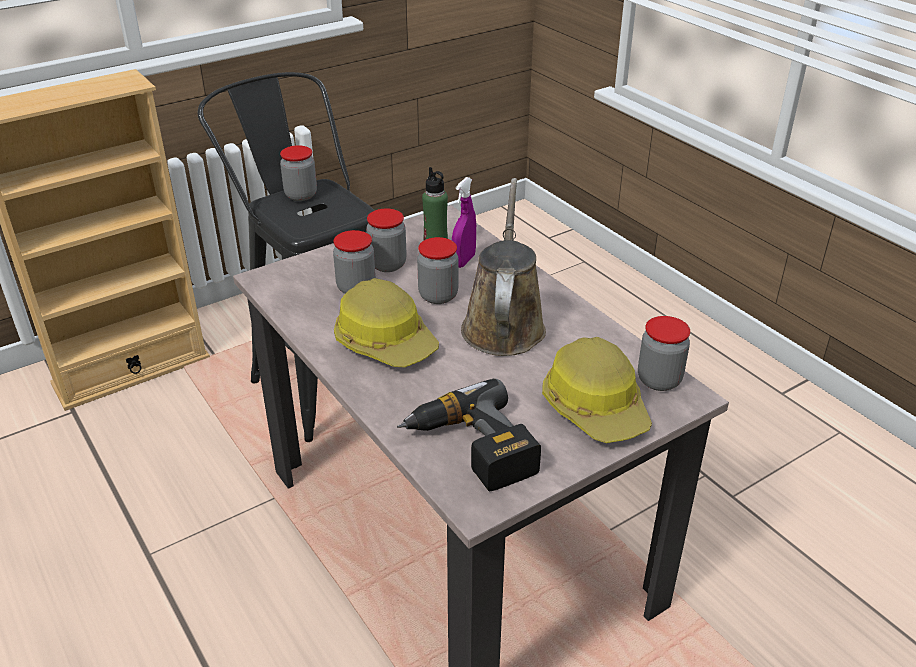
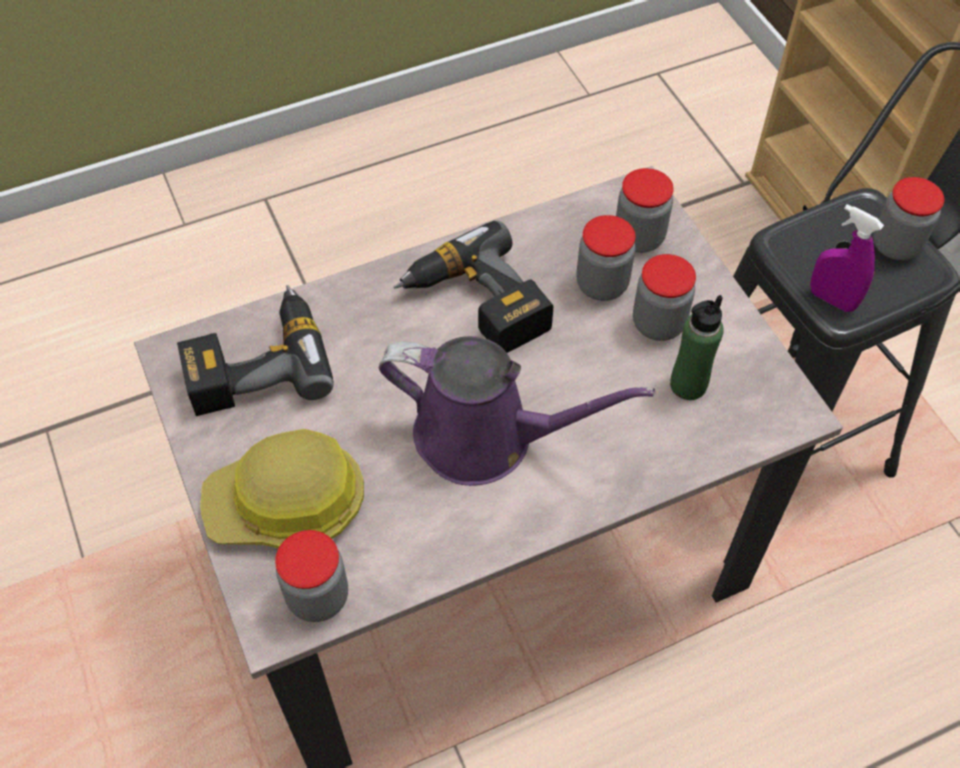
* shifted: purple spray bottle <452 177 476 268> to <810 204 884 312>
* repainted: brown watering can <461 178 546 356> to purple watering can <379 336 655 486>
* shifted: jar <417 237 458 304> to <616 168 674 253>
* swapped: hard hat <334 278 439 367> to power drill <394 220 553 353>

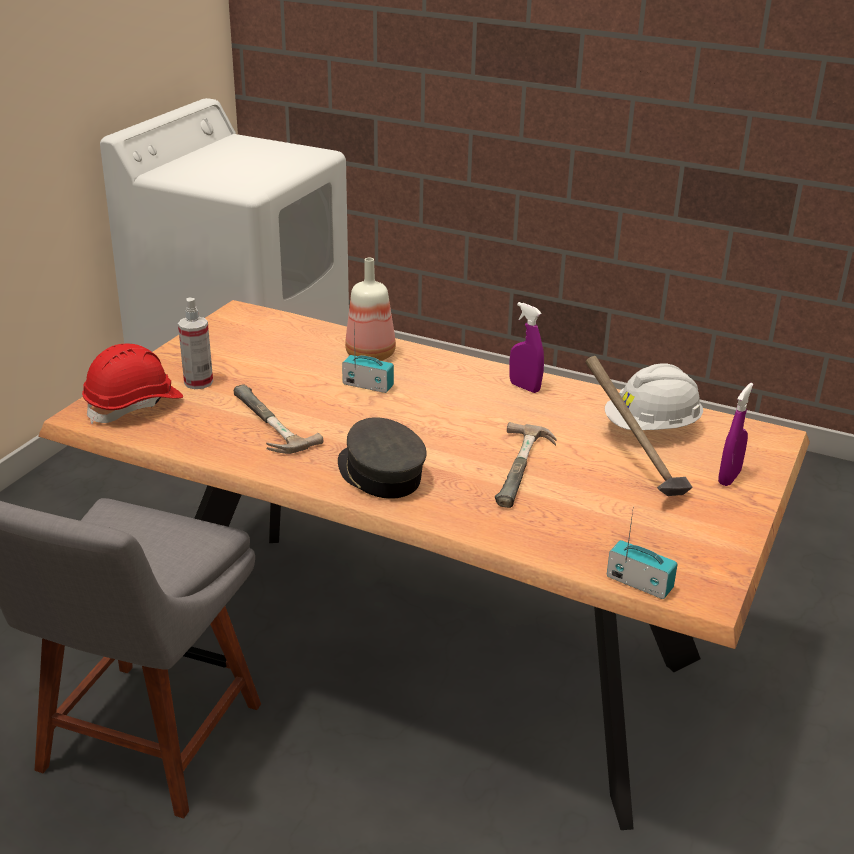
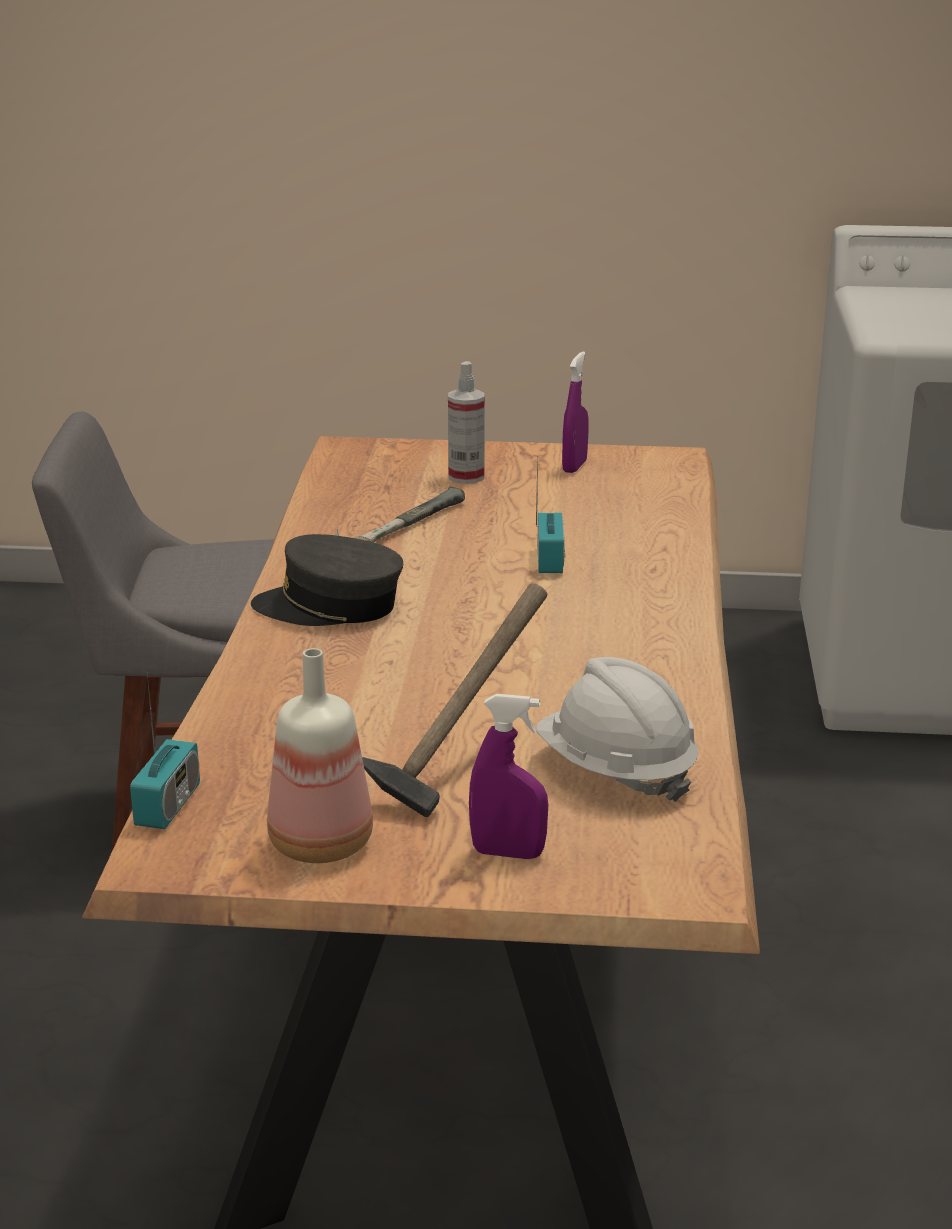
* shifted: bottle <345 258 396 361> to <267 648 373 863>
* shifted: purple spray bottle <509 302 544 393> to <562 352 589 473>
* gone: red hard hat <82 344 183 424>
* rotated: grey cap <338 417 427 499> = <251 534 403 626> 120 degrees counterclockwise
* gone: hammer <495 422 557 508>

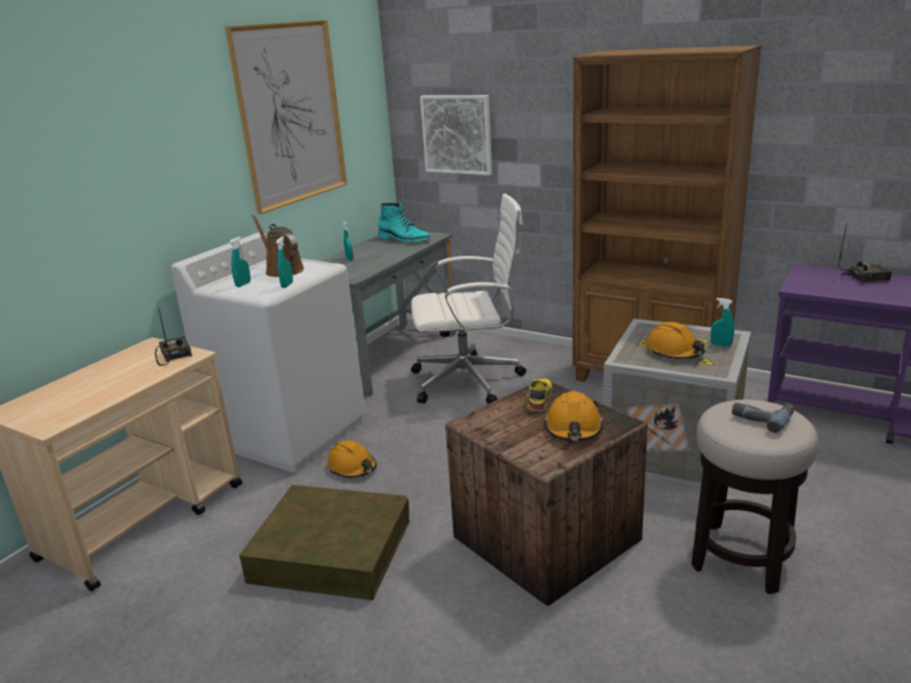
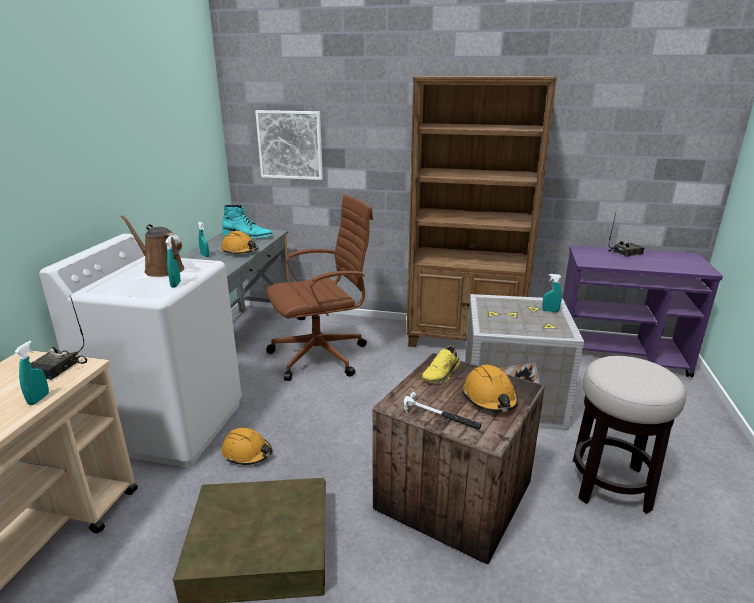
* gone: picture <225 20 347 214>
* repainted: white office chair <411 193 526 404> to brown office chair <266 194 373 381>
* shifted: turquoise spray bottle <229 236 251 287> to <15 341 49 405>
* rotated: radio <155 307 192 366> = <30 295 87 380> 120 degrees counterclockwise
* shifted: orange hard hat <645 322 705 359> to <221 231 258 254>
* rotated: yellow shoe <527 378 552 411> = <422 346 460 383> 135 degrees counterclockwise
* gone: power drill <732 403 794 433>
* new: hammer <404 392 481 430>

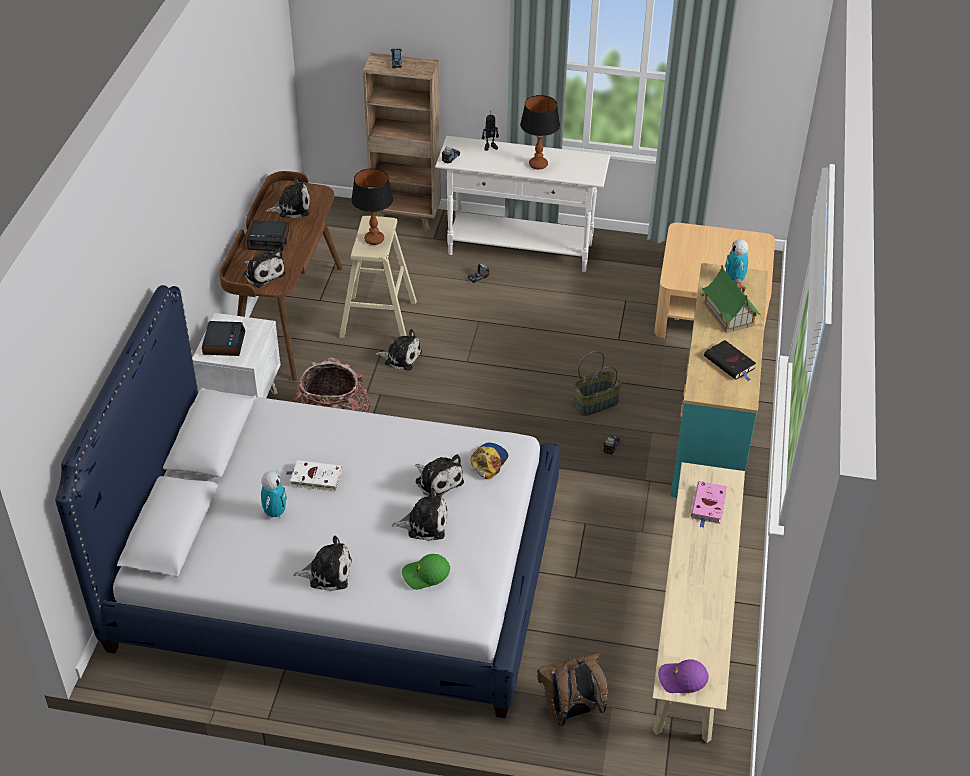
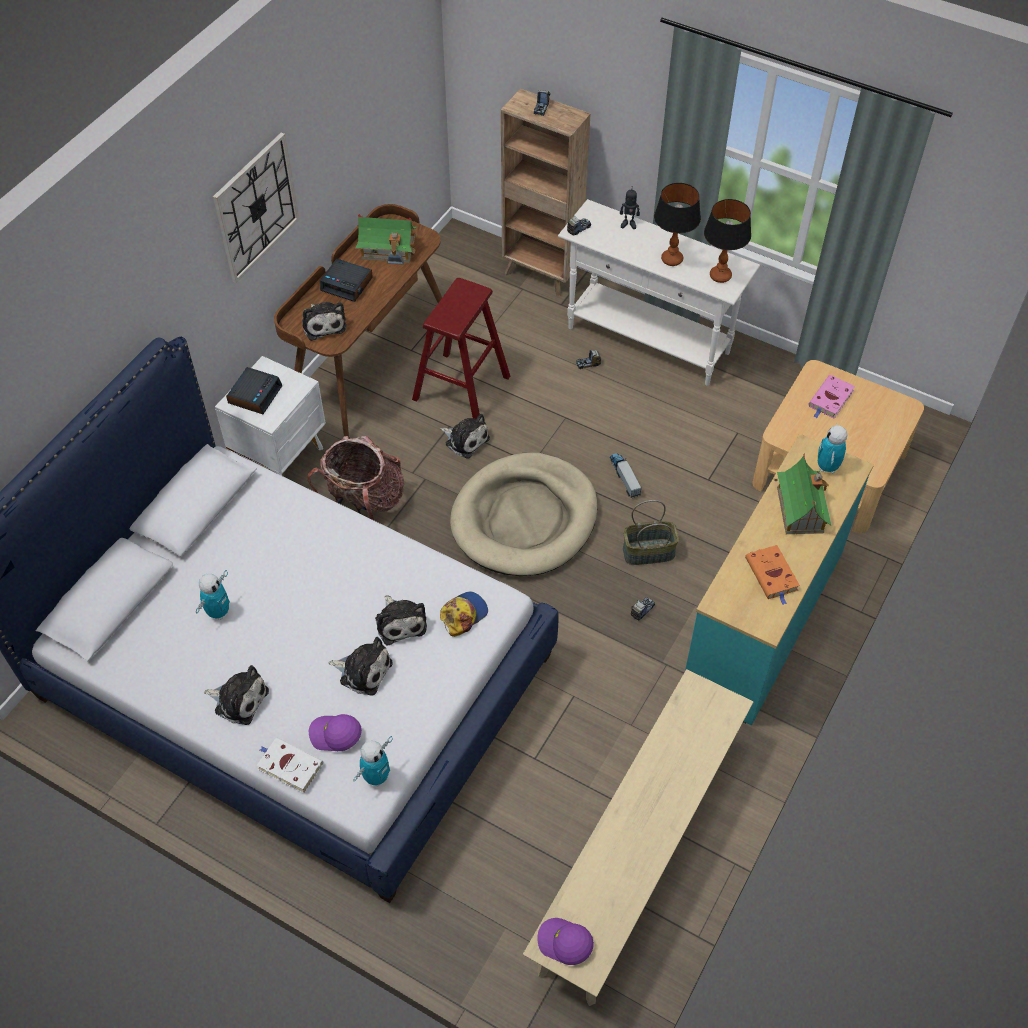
* shifted: table lamp <351 168 393 245> to <704 199 751 283>
* swapped: plush toy <266 177 310 218> to toy house <355 214 417 265>
* repainted: beige stool <339 216 417 338> to red stool <412 278 510 419>
* repainted: black book <704 340 756 381> to orange book <745 545 800 605>
* shifted: white book <286 460 342 492> to <257 738 323 793>
* shifted: pink book <691 481 727 528> to <808 375 855 419>
* repainted: green cap <402 554 450 590> to purple cap <309 714 362 751>
* gone: brown backpack <537 653 608 726>
* new: wall clock <213 133 299 283>
* new: beige dog bed <450 453 598 576>
* new: toy truck <610 453 641 498>
* new: toy robot <353 736 393 787>

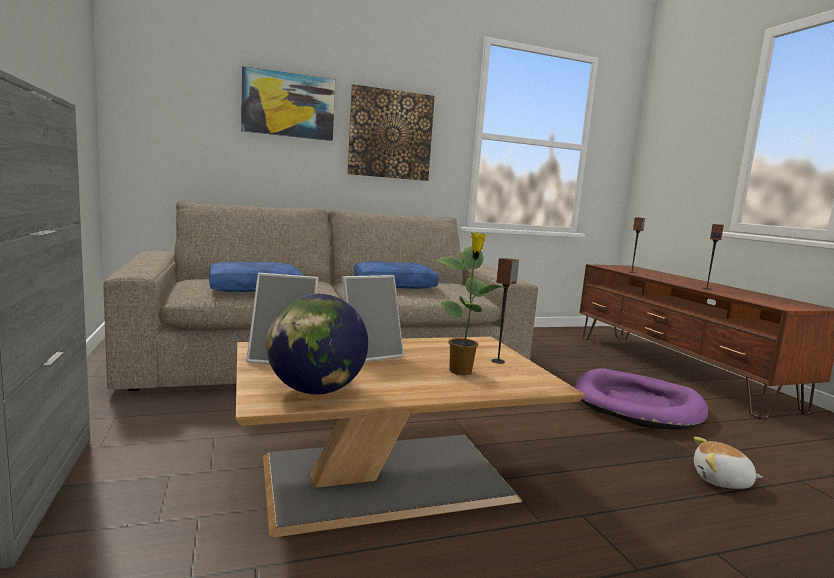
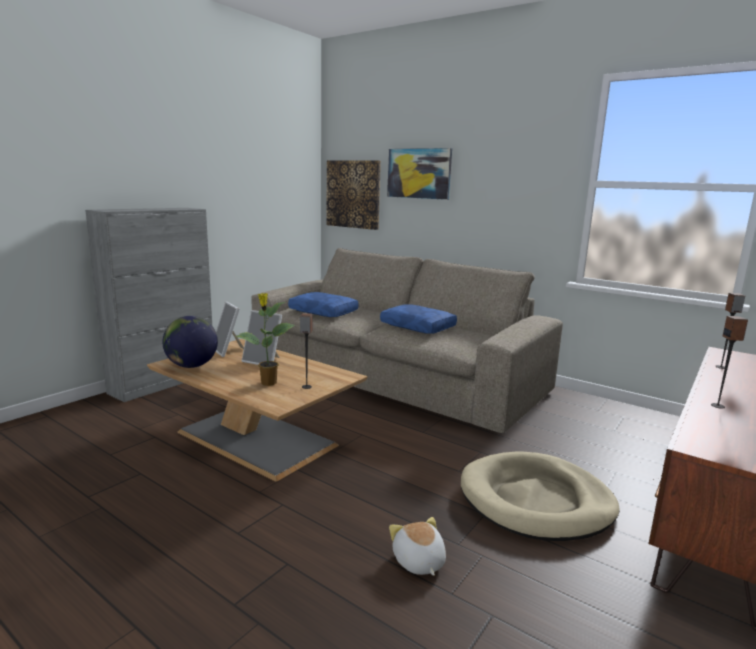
* shifted: picture <347 84 435 181> to <326 160 381 230>
* repainted: purple dog bed <575 368 708 430> to beige dog bed <461 451 620 541>

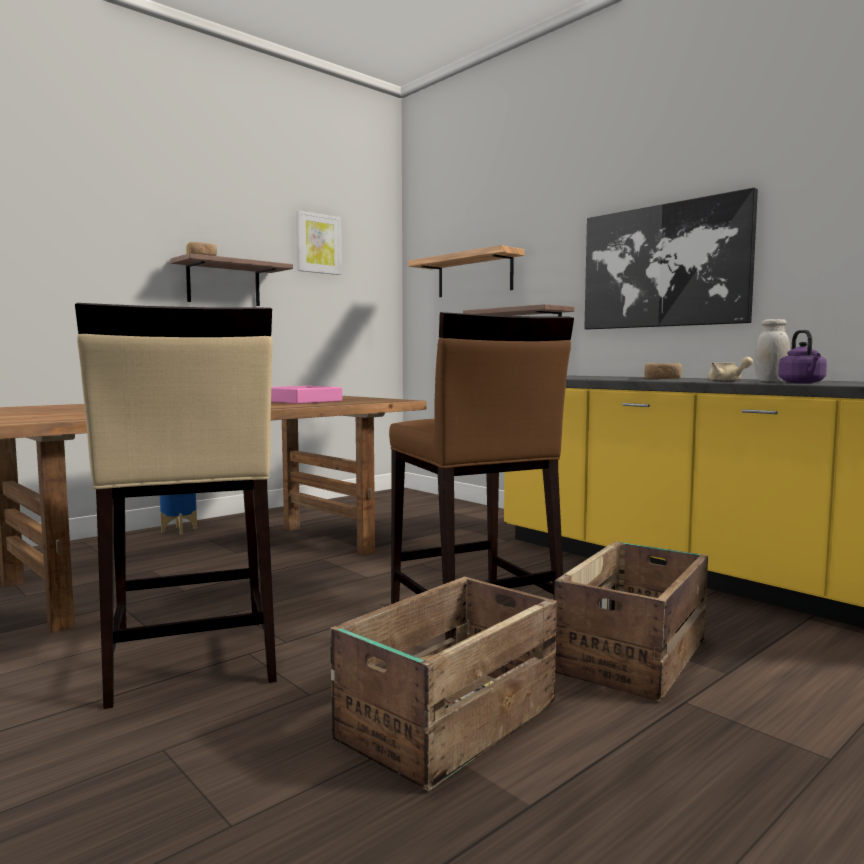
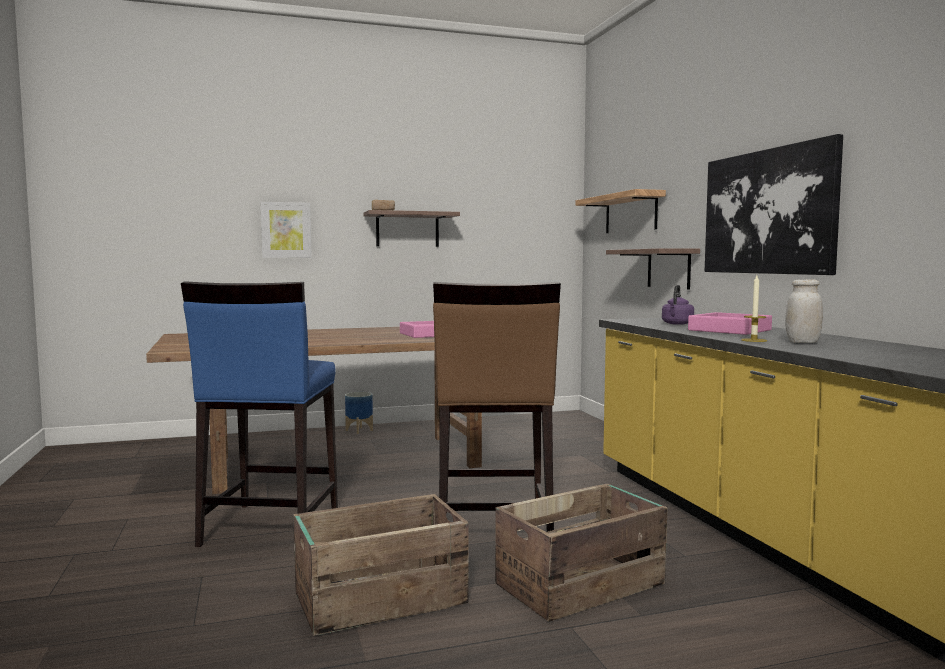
* shifted: picture <296 210 342 275> to <261 202 312 258>
* repainted: beige stool <75 303 277 709> to blue stool <181 281 338 547>
* shifted: purple kettle <778 330 827 383> to <662 285 694 325>
* swapped: beige teapot <708 357 753 382> to candle <741 275 767 342>
* swapped: bread <645 363 682 379> to pink tray <688 312 772 335>

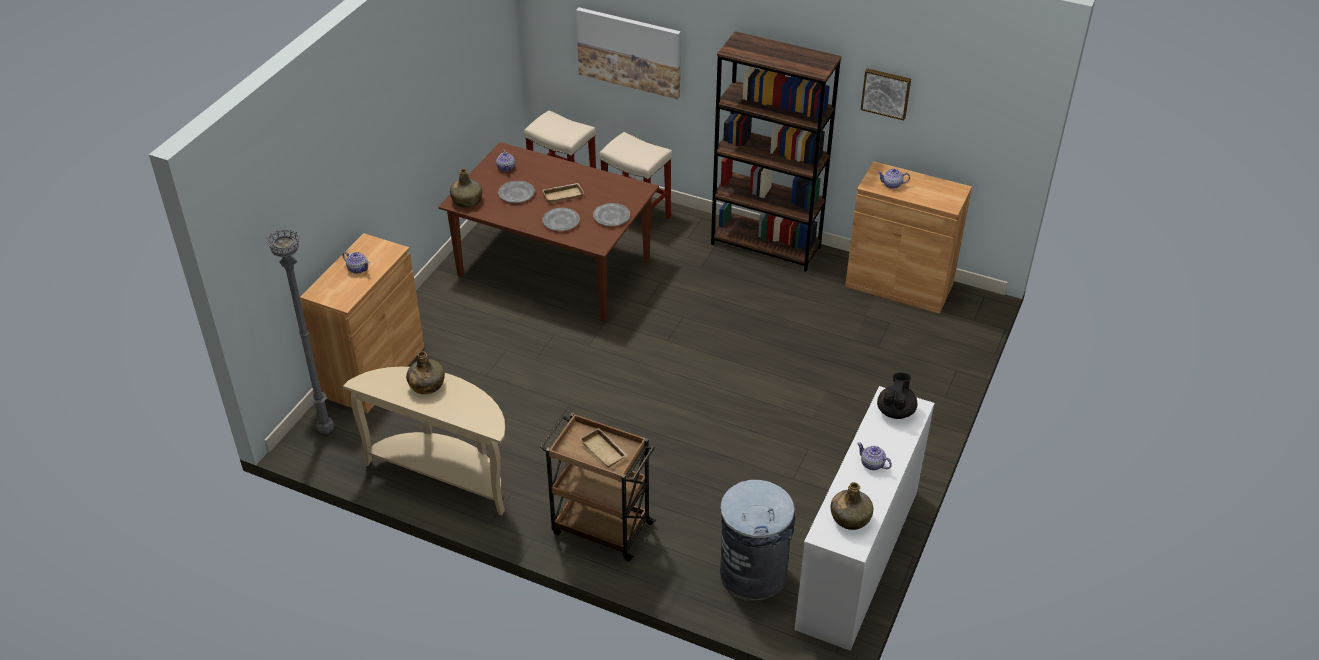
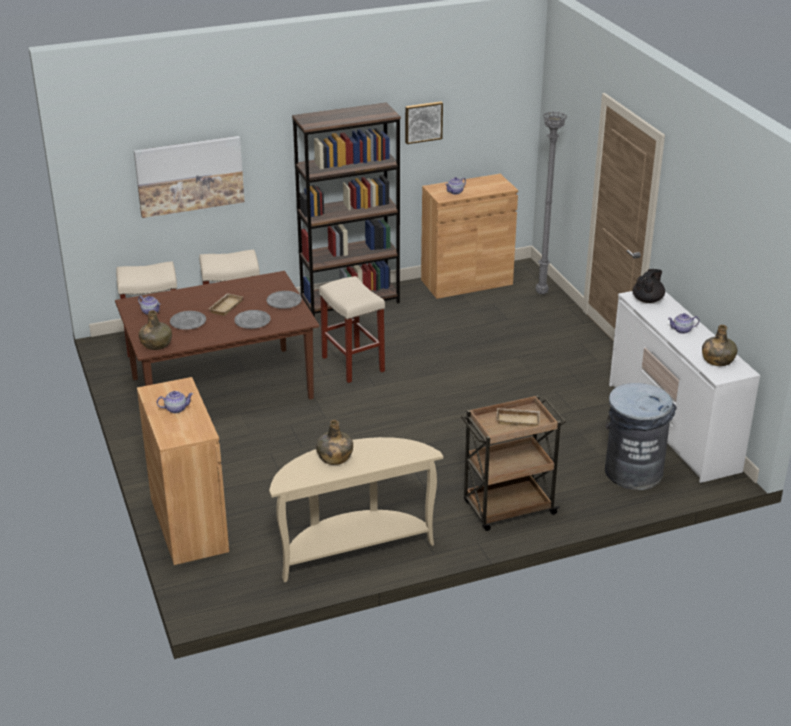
* shifted: grey floor lamp <267 229 334 434> to <536 112 567 294>
* rotated: black teapot <877 372 917 419> = <632 269 665 303> 60 degrees clockwise
* new: beige stool <319 276 385 383>

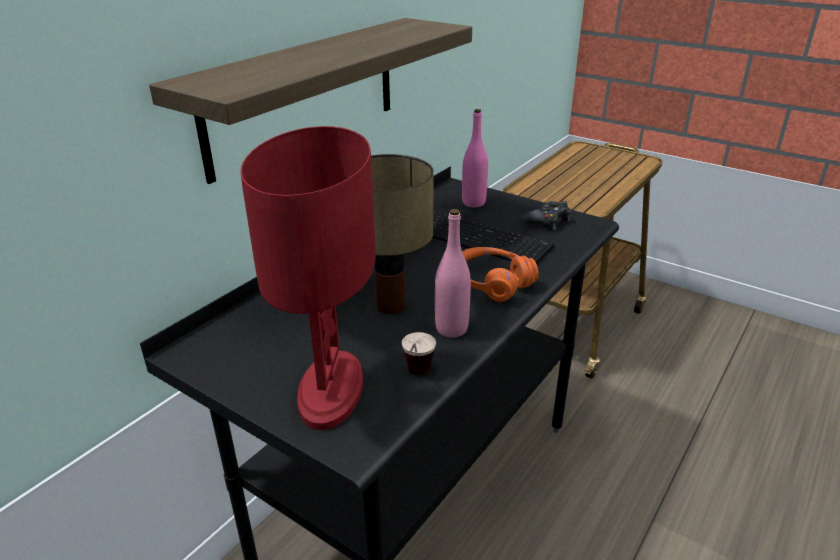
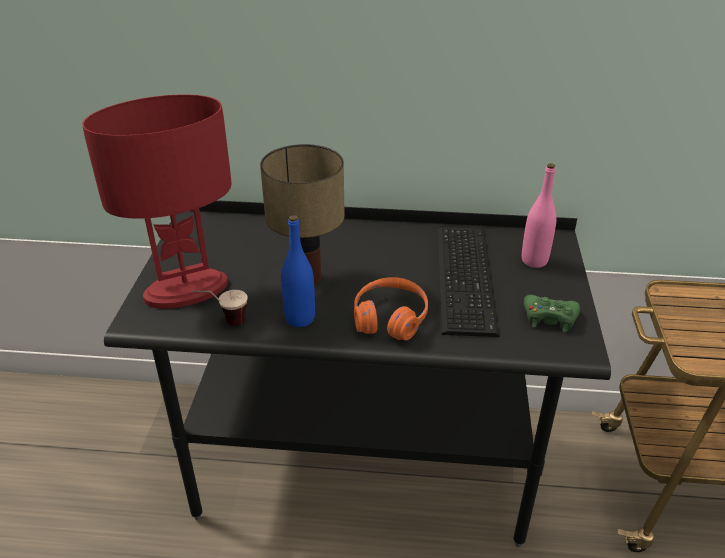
* gone: shelf <149 18 472 184>
* repainted: black game controller <522 201 571 230> to green game controller <524 295 580 332>
* repainted: pink bottle <435 209 471 338> to blue bottle <281 215 315 327>

